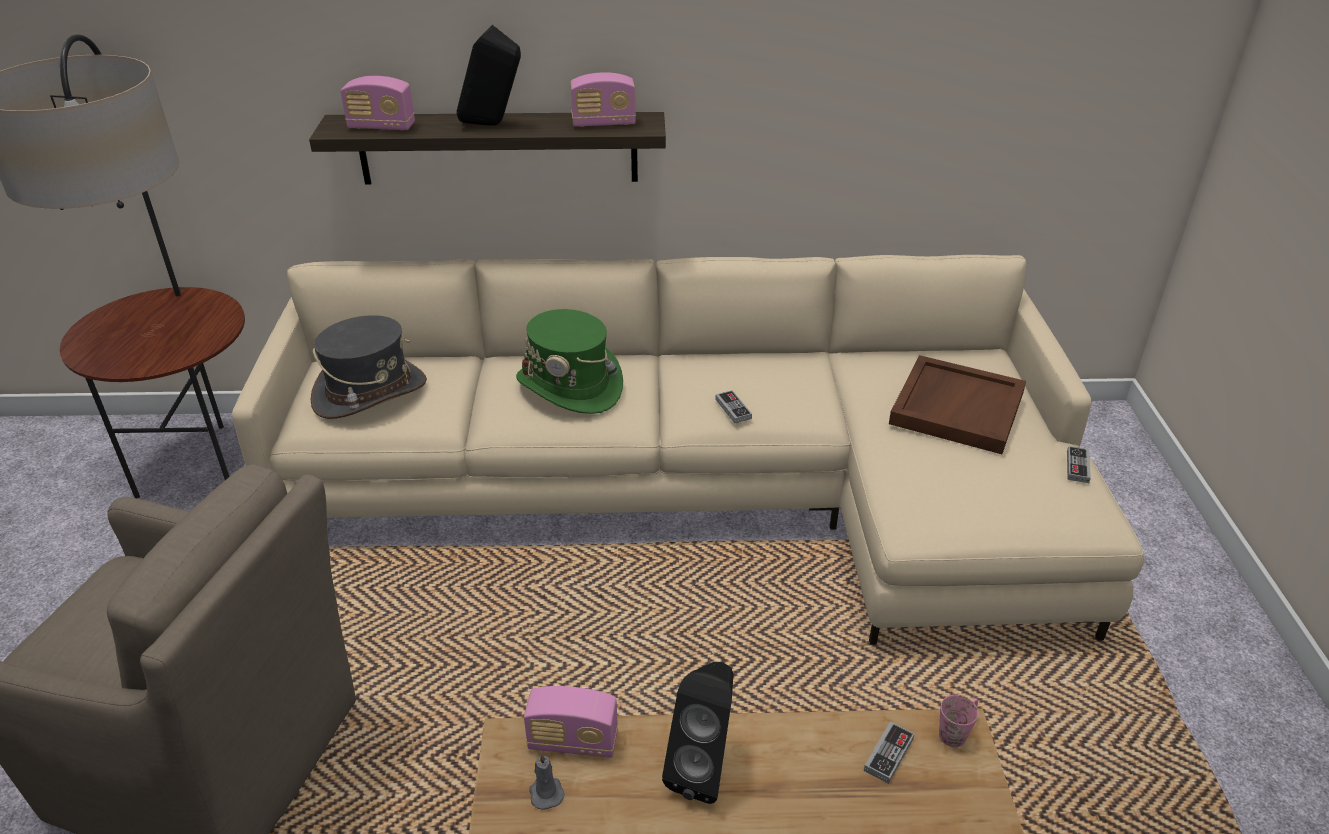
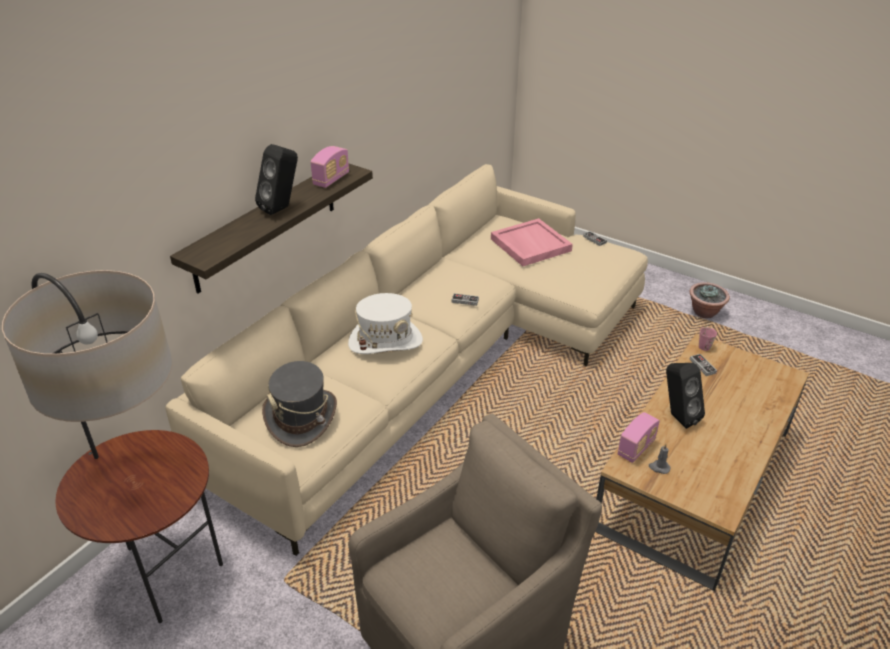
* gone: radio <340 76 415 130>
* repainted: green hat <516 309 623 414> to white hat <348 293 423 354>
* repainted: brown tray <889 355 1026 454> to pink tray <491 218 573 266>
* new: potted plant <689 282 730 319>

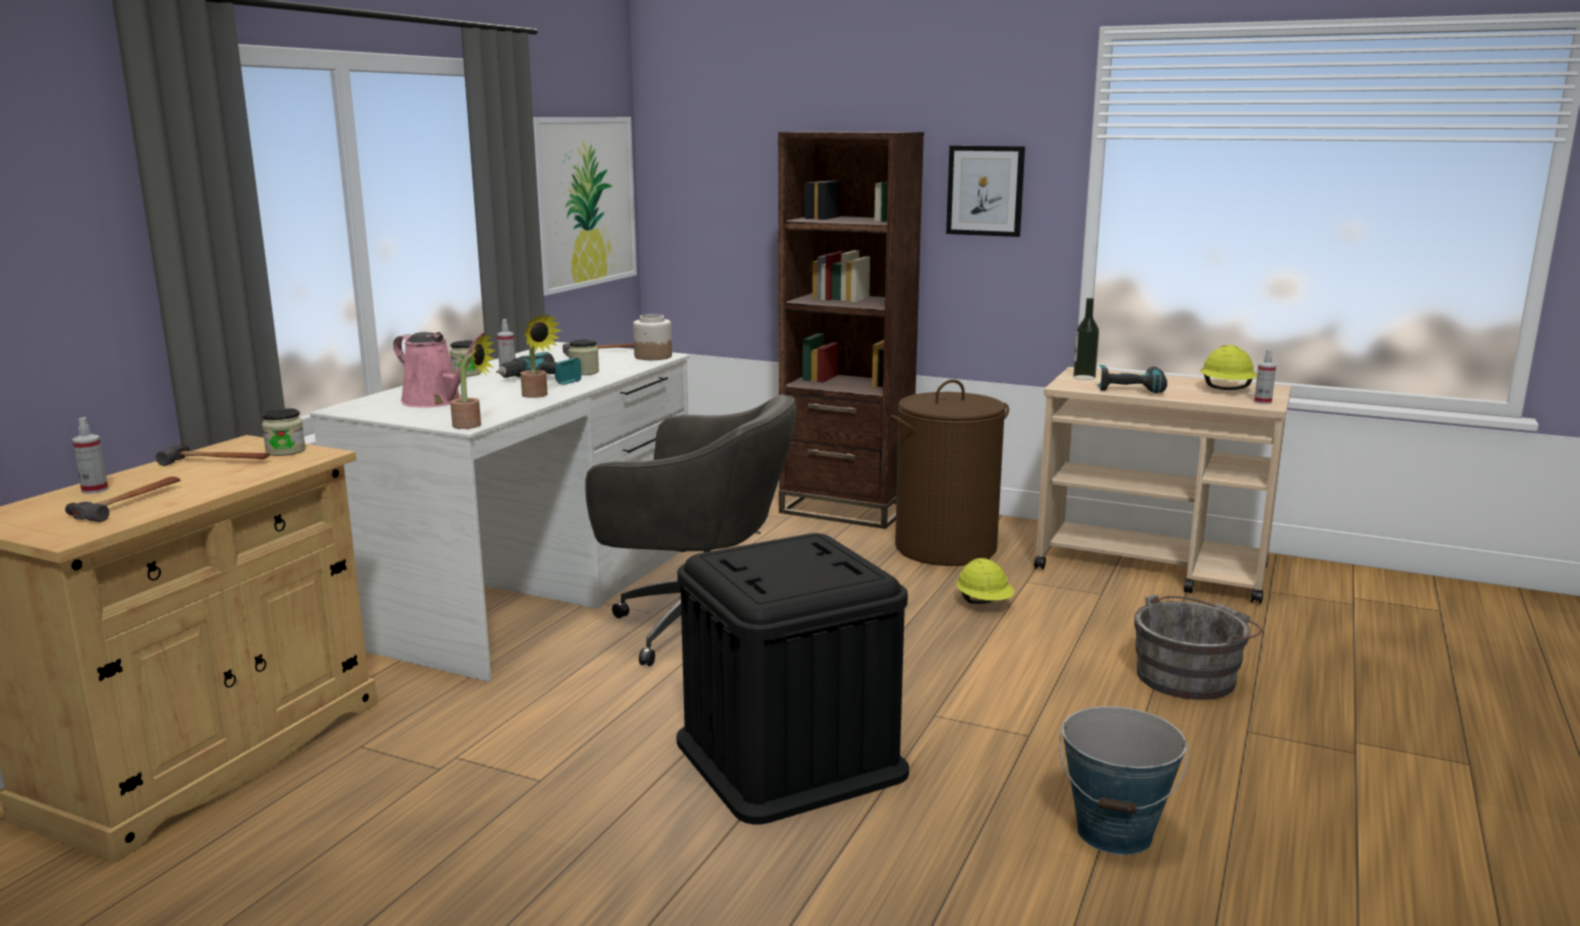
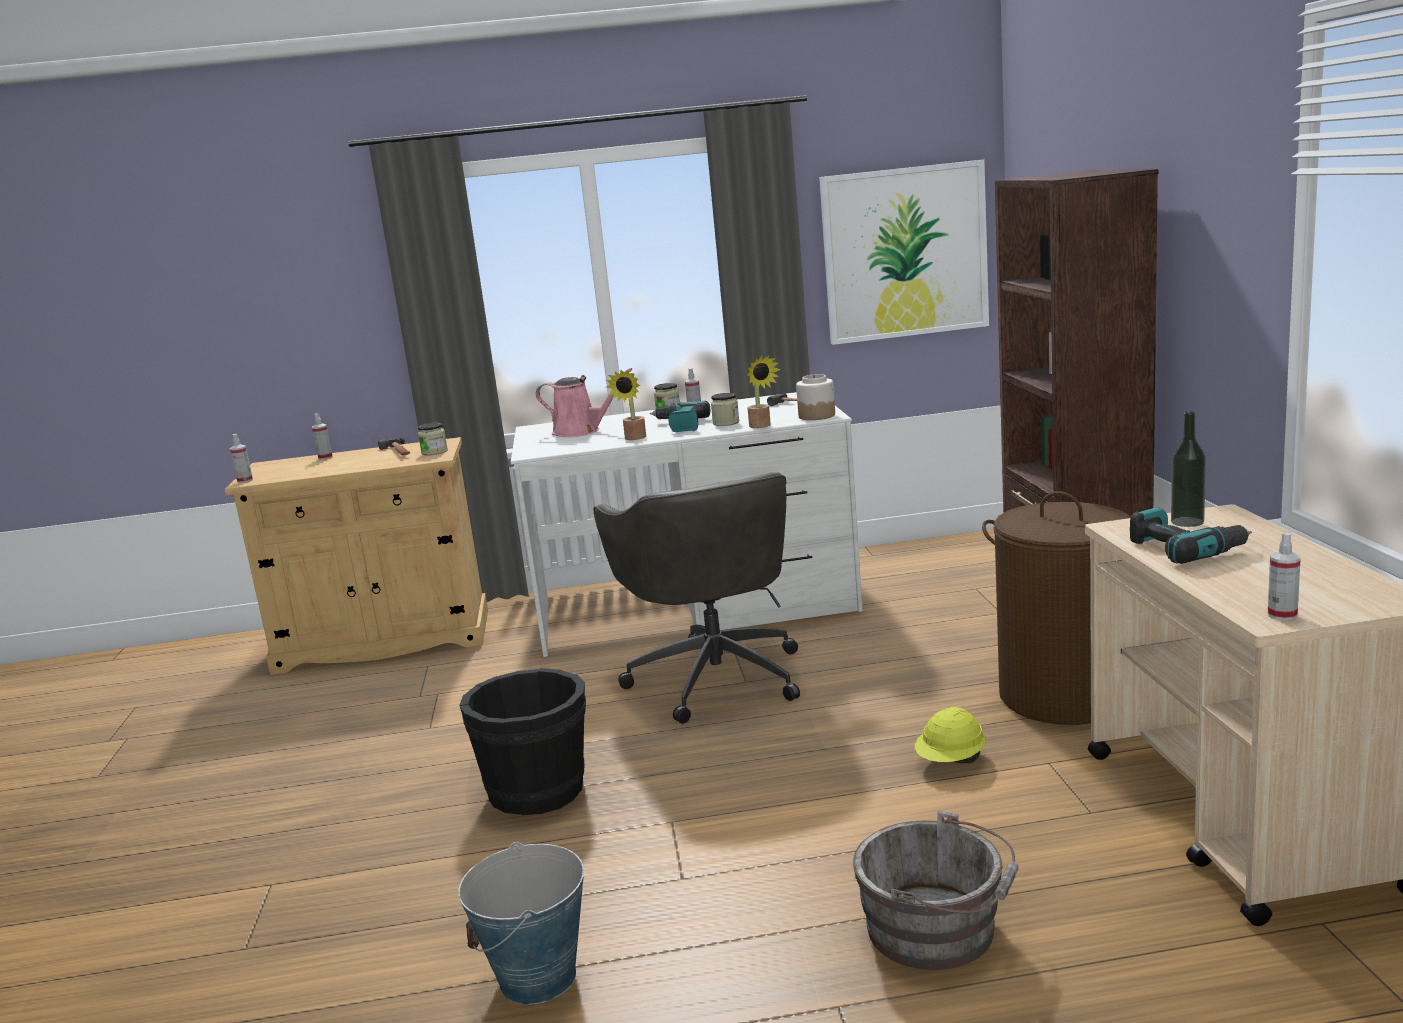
* gone: picture <946 146 1025 237>
* rotated: pink watering can <393 332 485 408> = <536 368 633 437> 75 degrees counterclockwise
* shifted: potted plant <450 333 495 429> to <747 356 781 428>
* gone: yellow hard hat <1200 345 1257 390>
* gone: hammer <65 477 180 522>
* swapped: black storage box <677 533 909 824> to black bucket <459 668 586 815>
* new: spray bottle <230 434 253 483>

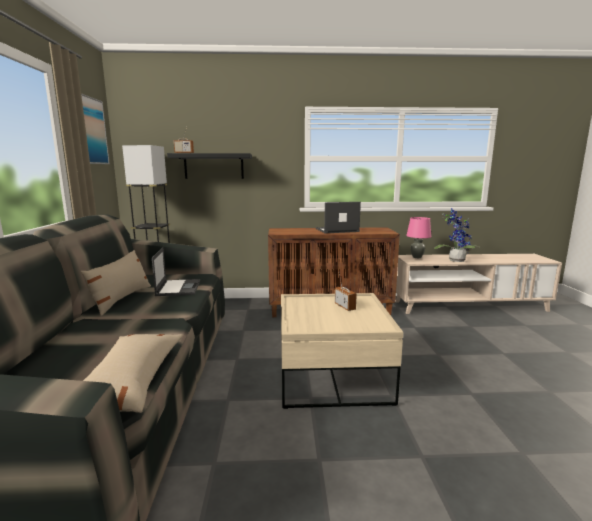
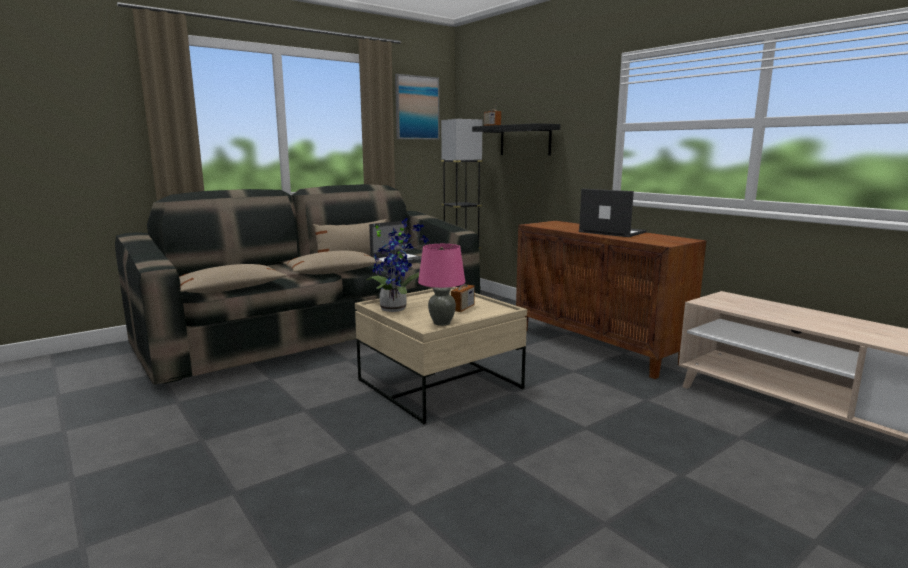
* shifted: potted plant <434 208 481 262> to <366 218 429 312>
* shifted: pink table lamp <406 217 431 258> to <418 244 465 326>
* new: beige pillow <283 250 382 274>

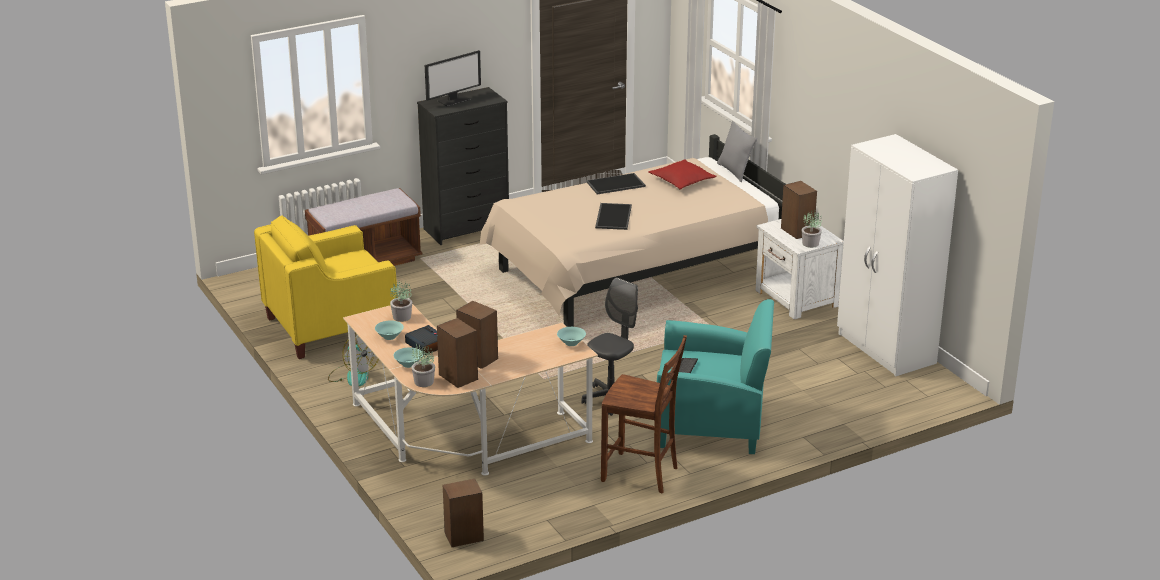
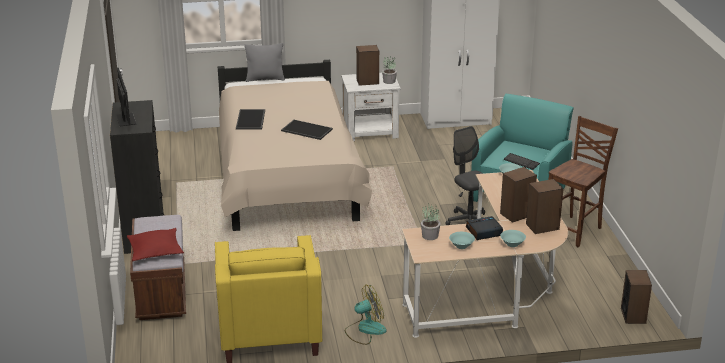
* shifted: red pillow <648 159 716 190> to <127 228 184 261>
* gone: potted plant <411 343 435 387>

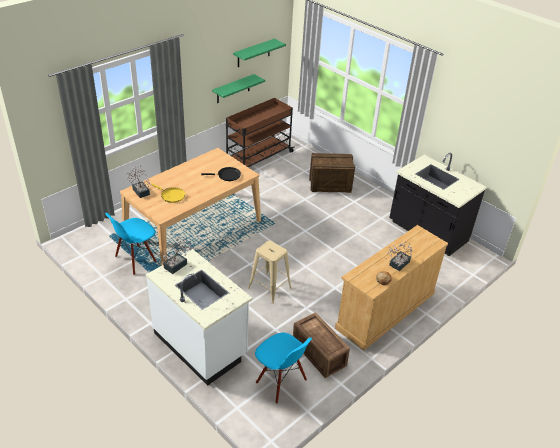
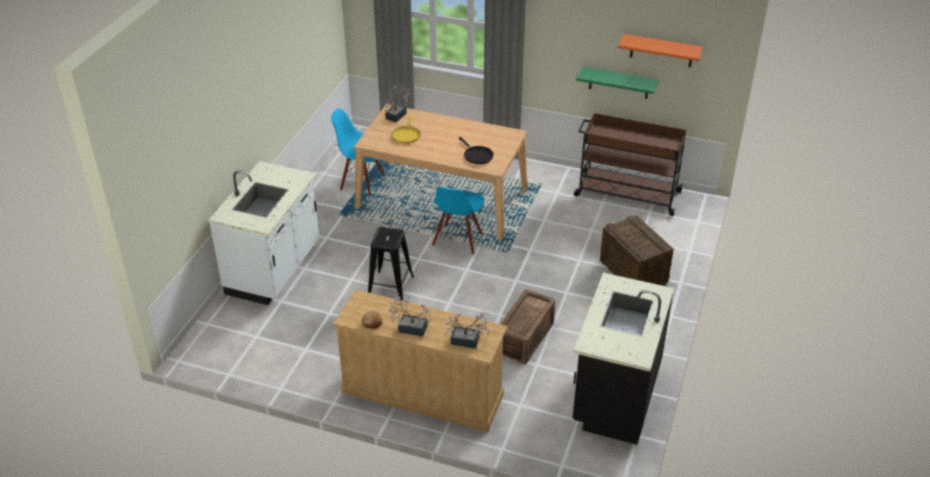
* repainted: green shelf <233 39 286 67> to orange shelf <618 34 703 67>
* shifted: potted plant <162 237 192 274> to <445 312 489 349>
* repainted: beige stool <248 240 292 304> to black stool <368 227 414 301>
* shifted: crate <293 313 350 378> to <500 289 556 364>
* shifted: blue chair <255 333 312 404> to <432 187 485 255>

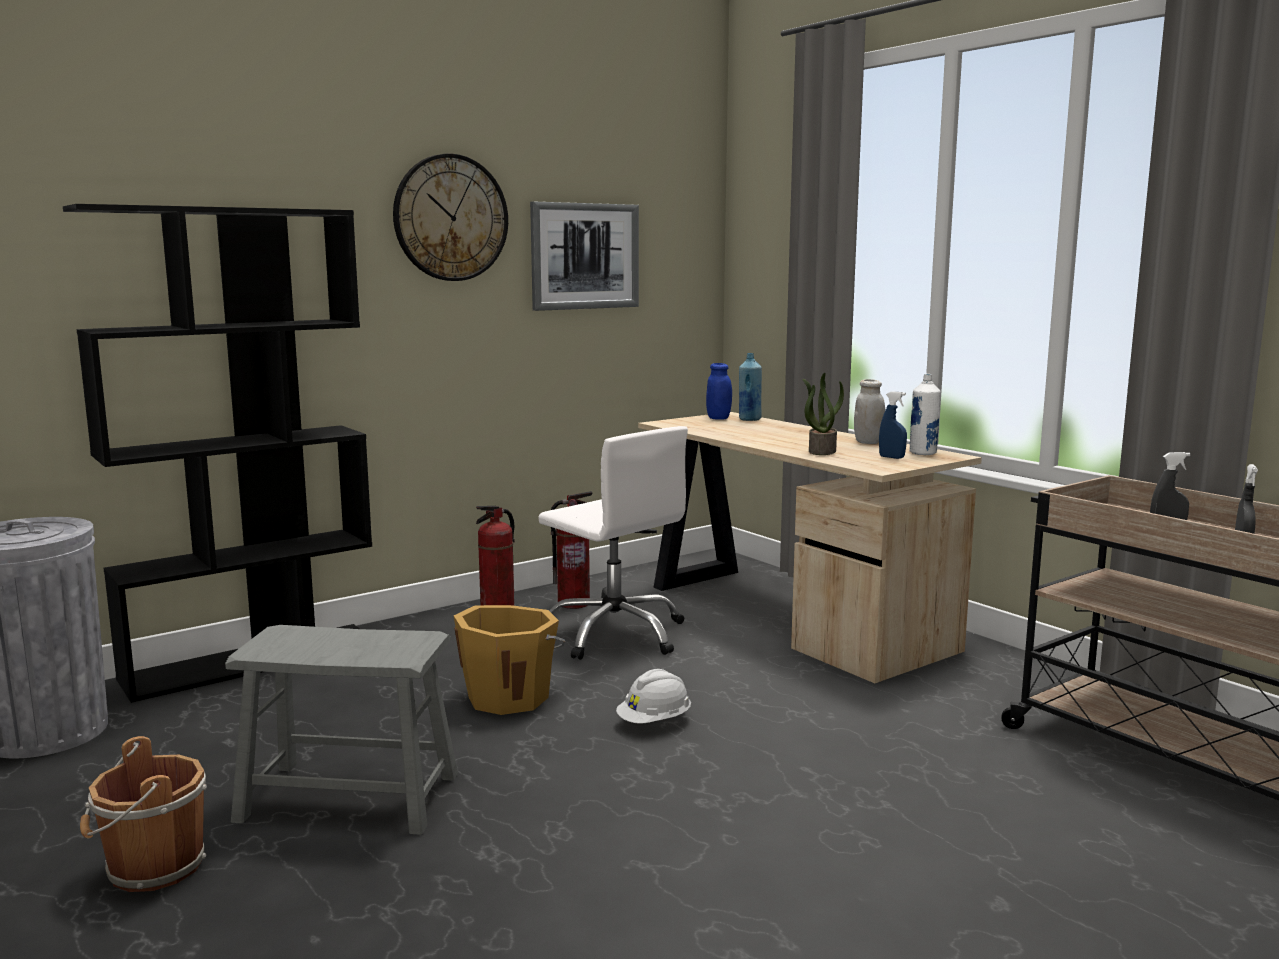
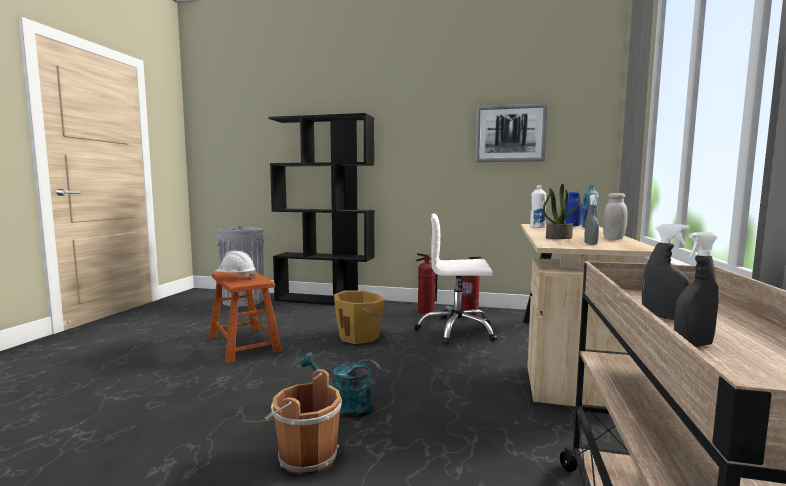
* gone: wall clock <393 154 508 281>
* shifted: white bottle <909 374 941 455> to <530 185 546 228>
* repainted: blue spray bottle <879 391 907 459> to grey spray bottle <584 194 599 245>
* rotated: white office chair <538 426 688 660> = <414 213 497 345> 90 degrees clockwise
* repainted: grey stool <225 625 458 835> to brown stool <209 271 282 363>
* shifted: white hard hat <616 669 691 724> to <215 251 256 279>
* shifted: brown bucket <80 736 207 892> to <265 369 342 475>
* new: turquoise watering can <300 352 382 418>

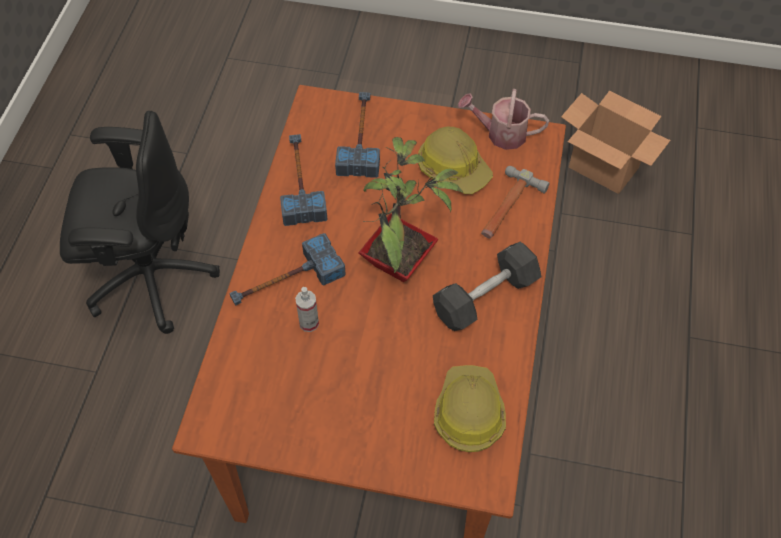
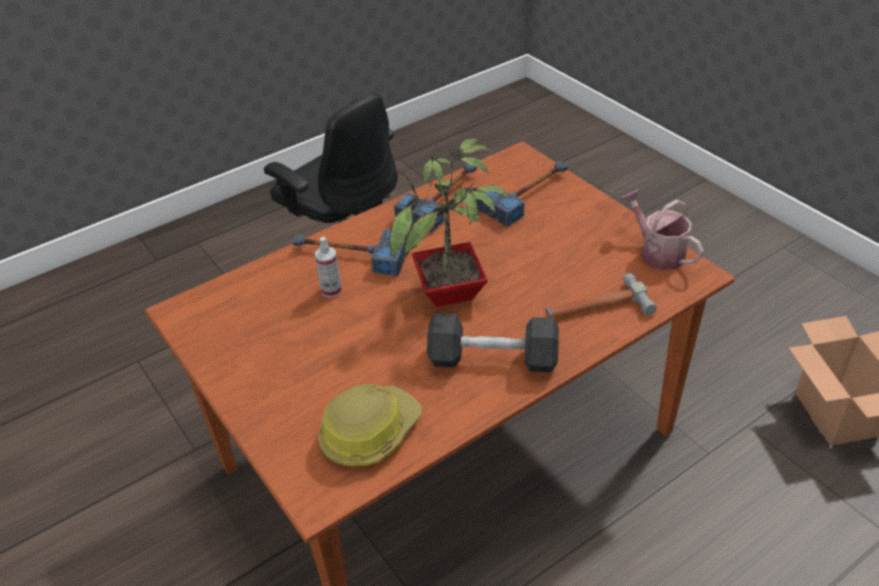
* gone: hard hat <418 127 493 194>

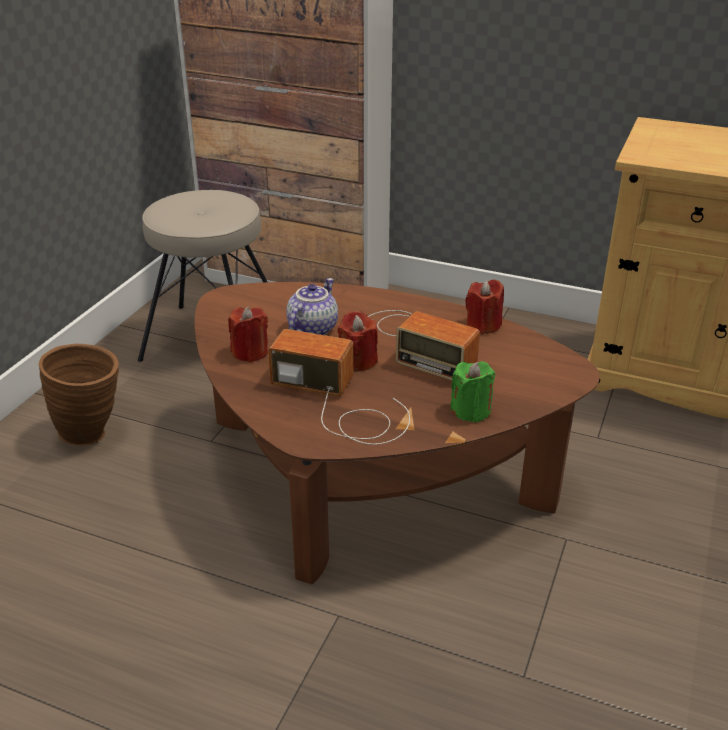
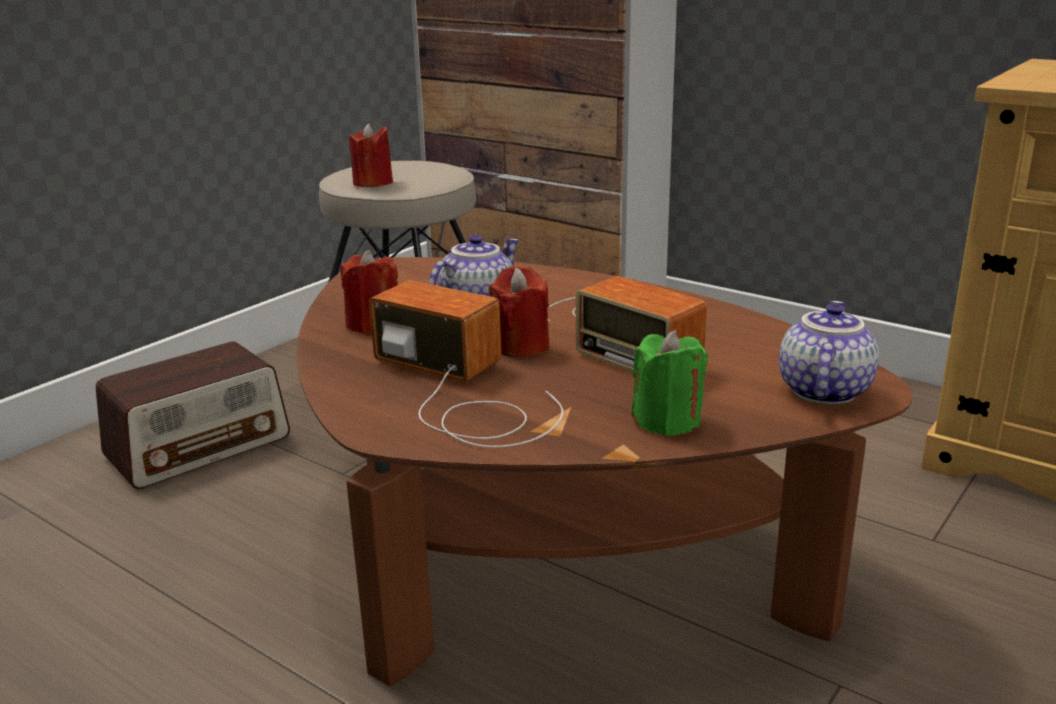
* shifted: red candle <465 279 504 335> to <349 123 393 187>
* swapped: brown vase <39 344 119 446> to radio <96 341 290 489>
* new: teapot <779 301 879 405>

